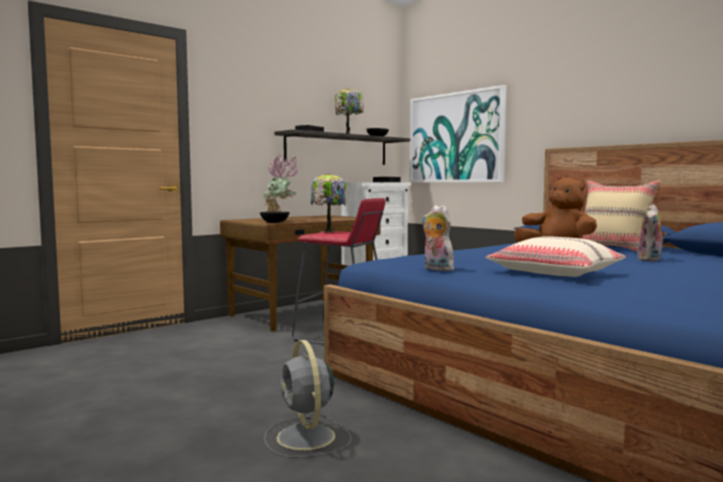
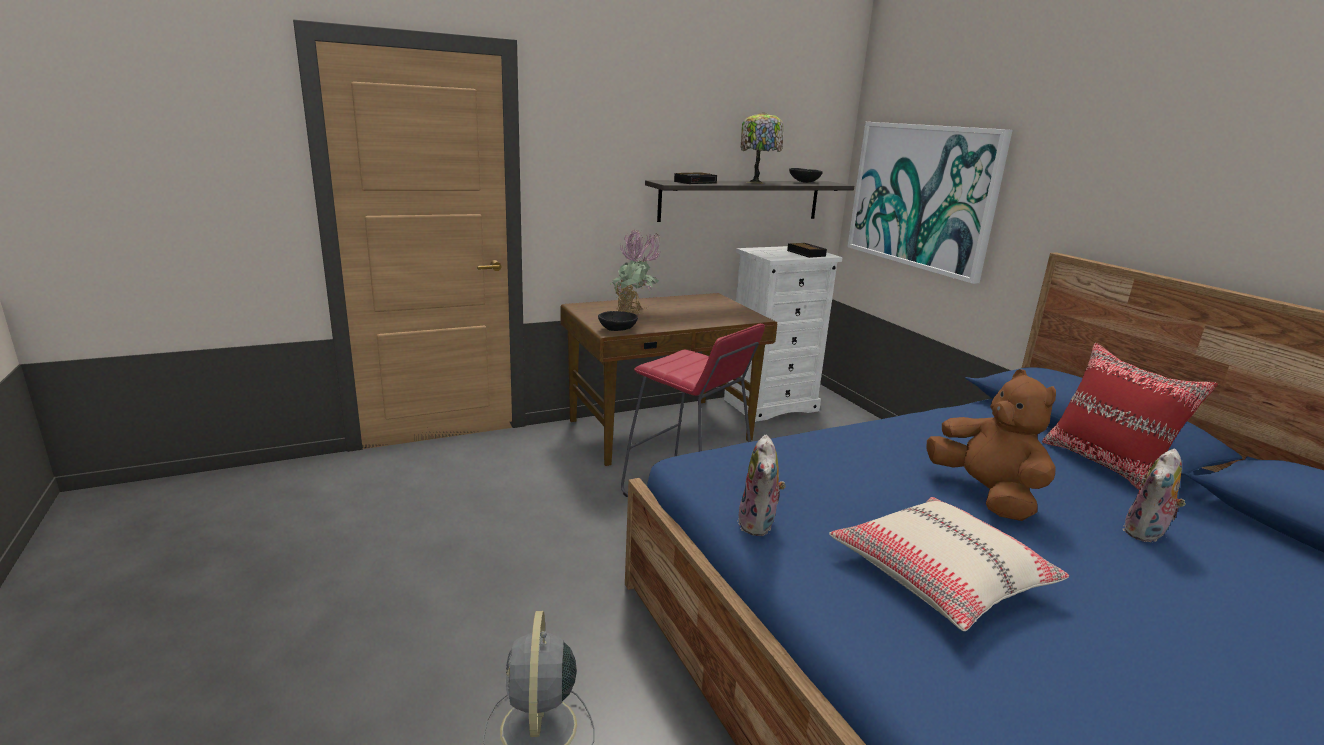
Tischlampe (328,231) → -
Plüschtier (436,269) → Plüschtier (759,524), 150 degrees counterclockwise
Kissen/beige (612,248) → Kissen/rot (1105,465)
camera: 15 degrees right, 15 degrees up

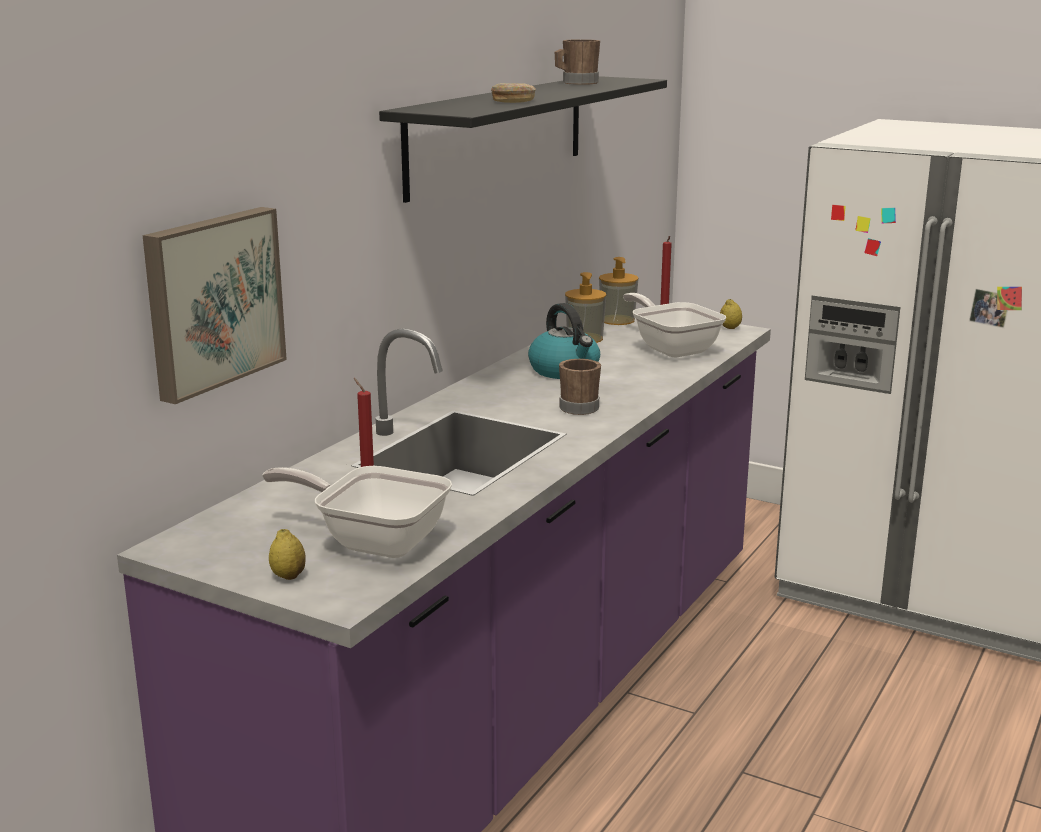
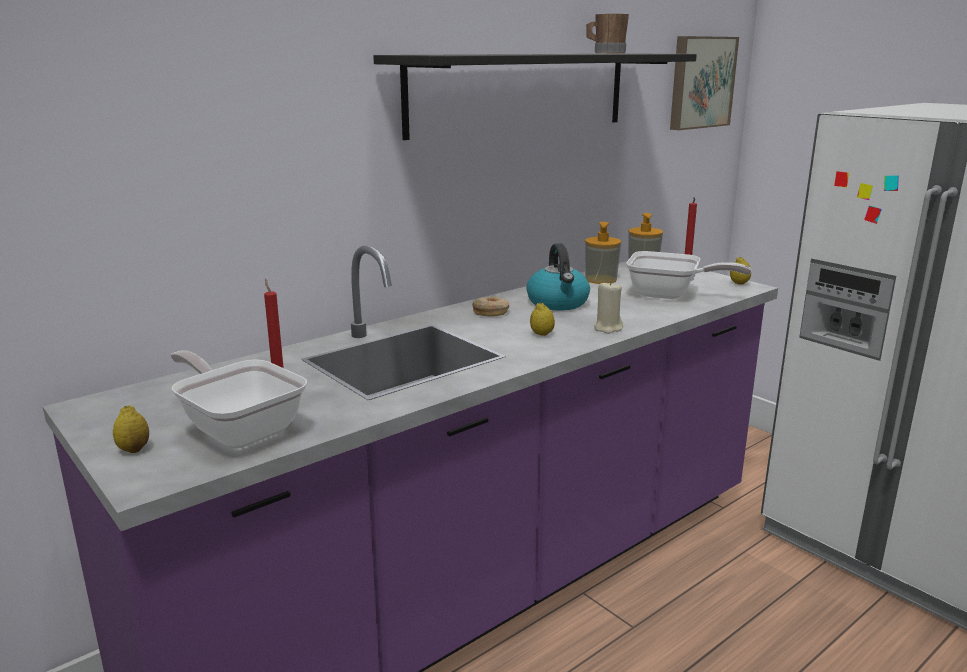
Bild (212,300) → Bild (700,82), relocated
Donut (513,101) → Donut (491,312), relocated
Henkelbecher/braun (580,406) → Zitrone (541,334)
Pfanne (672,348) → Pfanne (670,295), 120 degrees clockwise
- → Kerze/beige (608,328)
camera: 20 degrees right, 0 degrees up

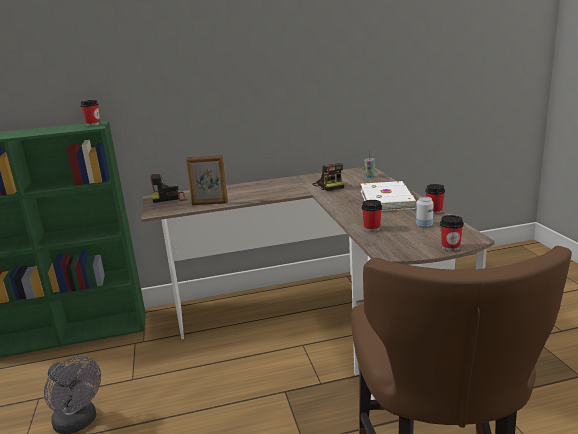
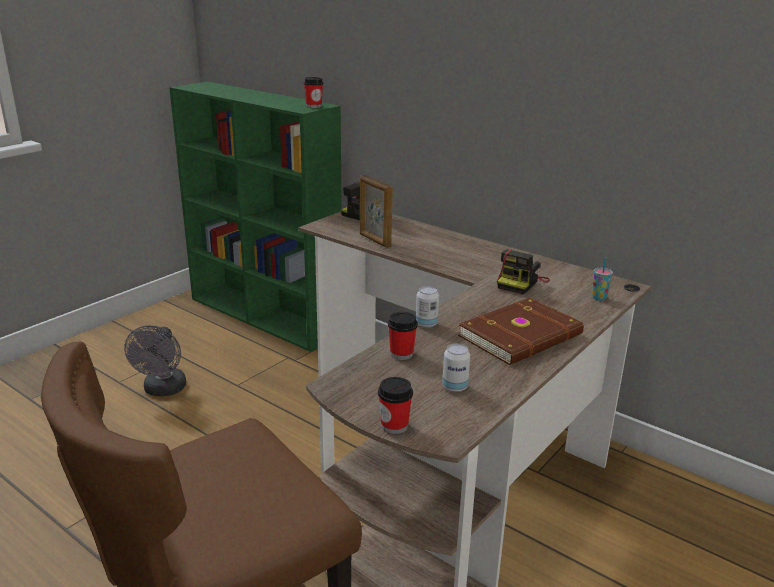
Buch/weiß (388,199) → Buch/braun (522,336)
Tasse (434,211) → -
- → Dose (426,324)
camera: 50 degrees right, 5 degrees up

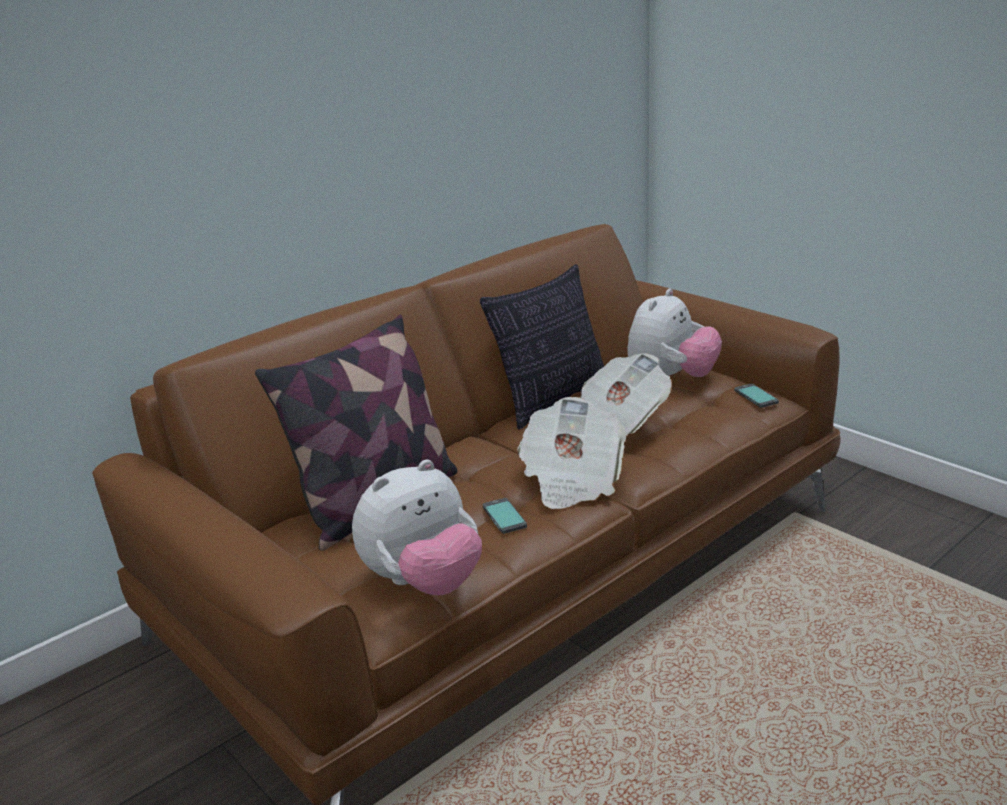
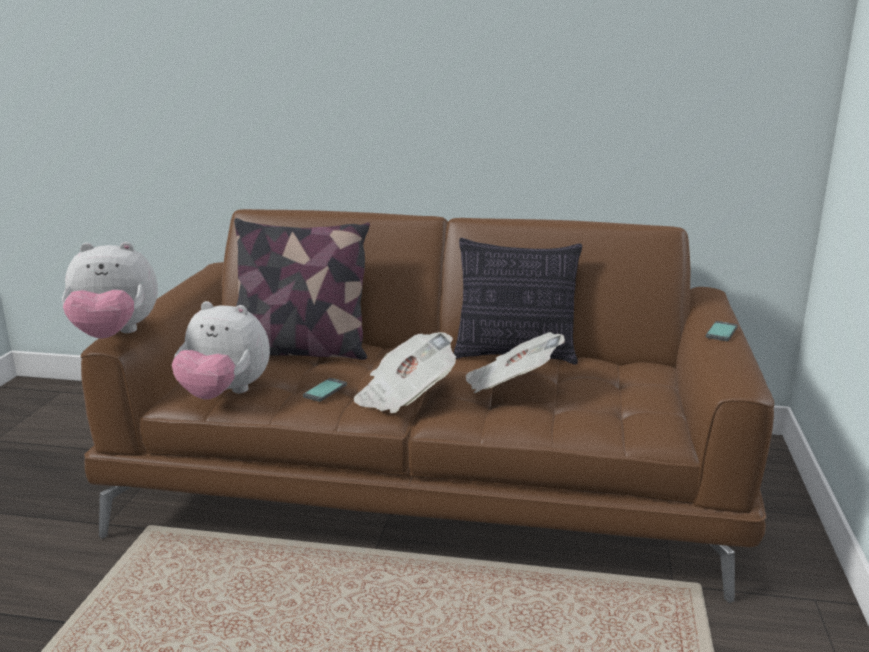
Plüschtier (671,379) → Plüschtier (114,336), relocated
Handy (755,396) → Handy (721,332), relocated
camera: 50 degrees right, 5 degrees down

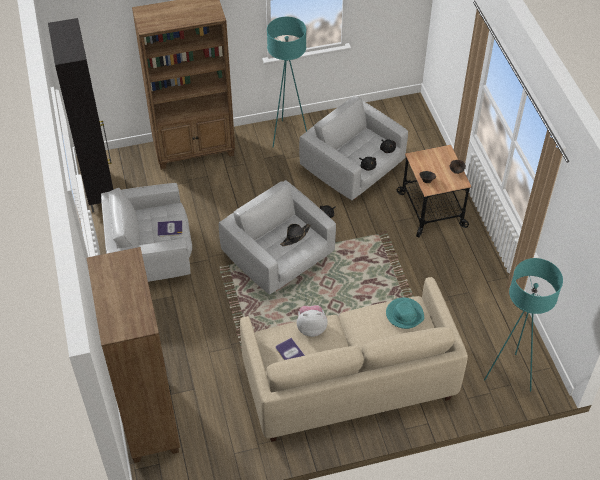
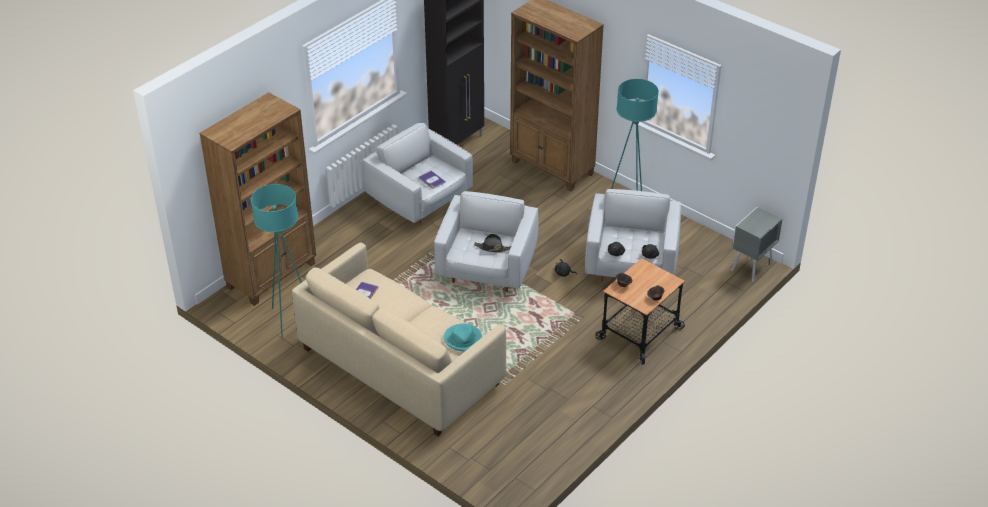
Plüschtier (311,328) → -
Stehlampe/türkis (509,375) → Stehlampe/türkis (289,320), relocated
- → Nachttisch/grau (750,267)
camera: 55 degrees right, 10 degrees down

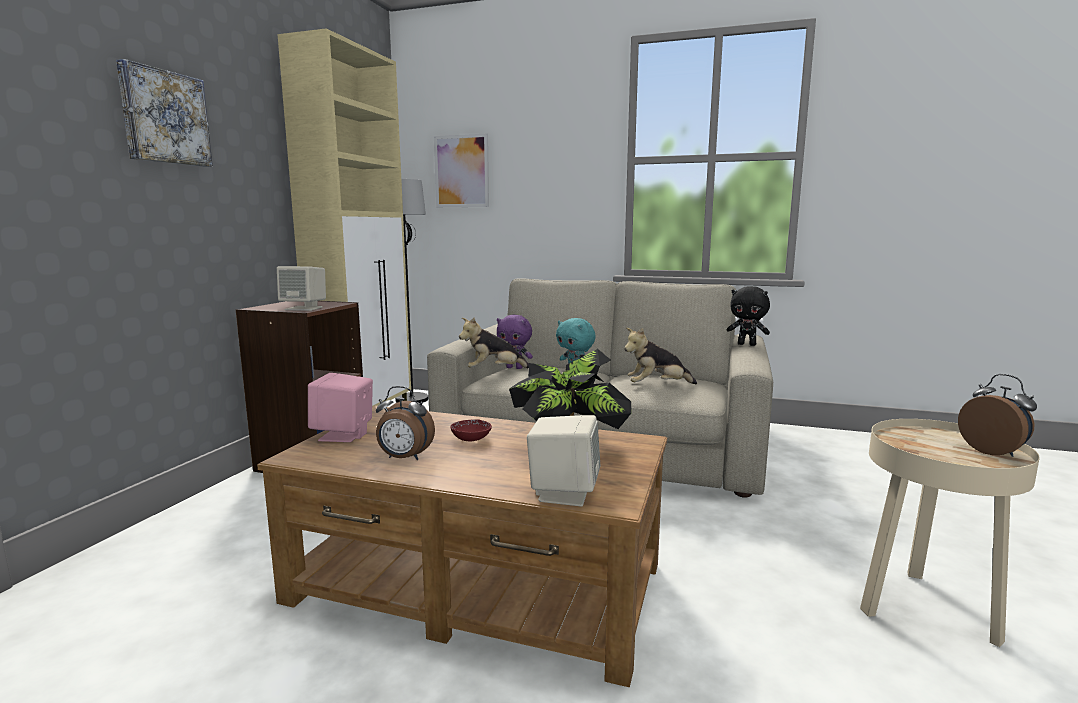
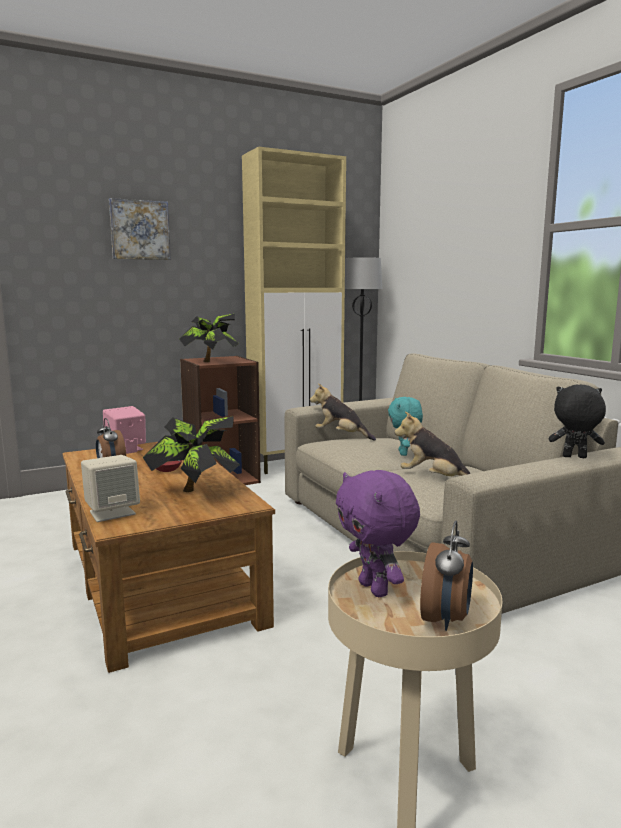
Lautsprecher/beige (304,308) → Topfpflanze (211,362)
Bild (461,171) → -
Plüschtier/lila (515,368) → Plüschtier/lila (375,589), relocated
Plüschtier/schwarz (747,344) → Plüschtier/schwarz (574,457), 120 degrees clockwise
camera: 45 degrees right, 0 degrees up

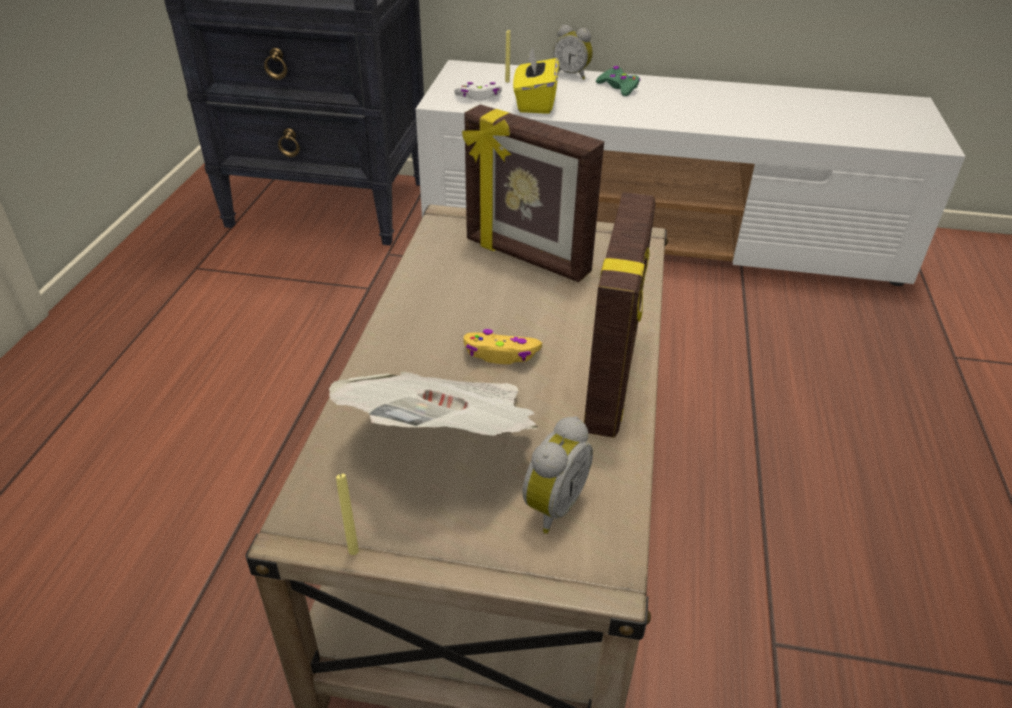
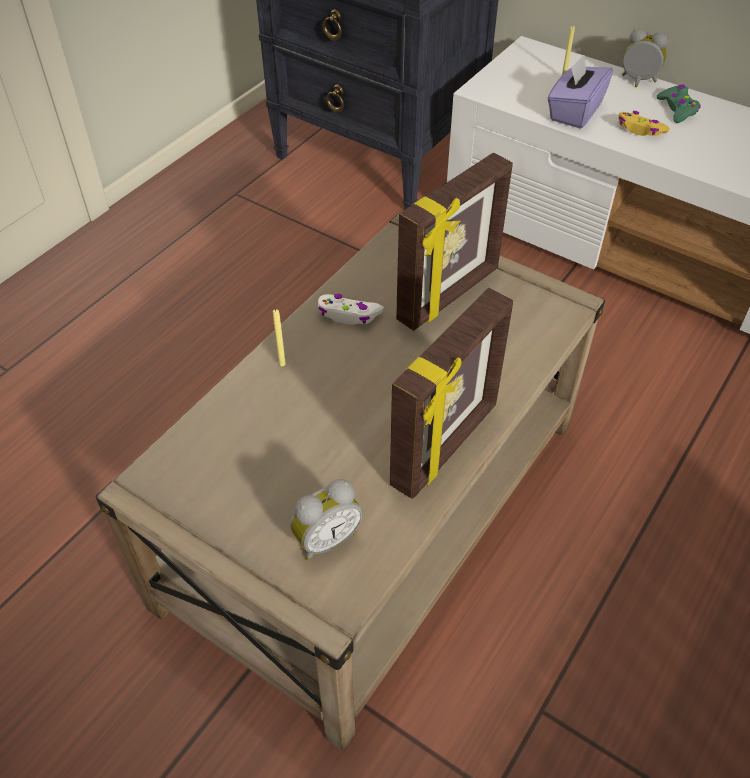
Zeitung (446,439) → -
Kerze/gelb (353,551) → Kerze/gelb (282,363), relocated
Gamepad/weiß (479,97) → Gamepad/weiß (348,315), relocated
Bilderrahmen (526,257) → Bilderrahmen (450,295), 105 degrees counterclockwise
Gamepad/gelb (501,354) → Gamepad/gelb (640,130), relocated
Taschentuchbox/gelb (535,103) → Taschentuchbox/lila (574,112)
Wecker (572,75) → Wecker (637,82), 150 degrees clockwise
camera: 25 degrees right, 10 degrees up

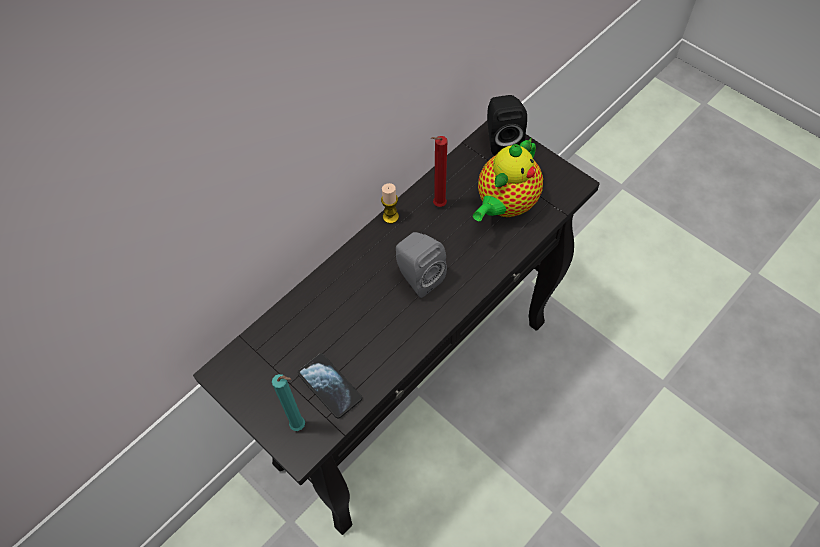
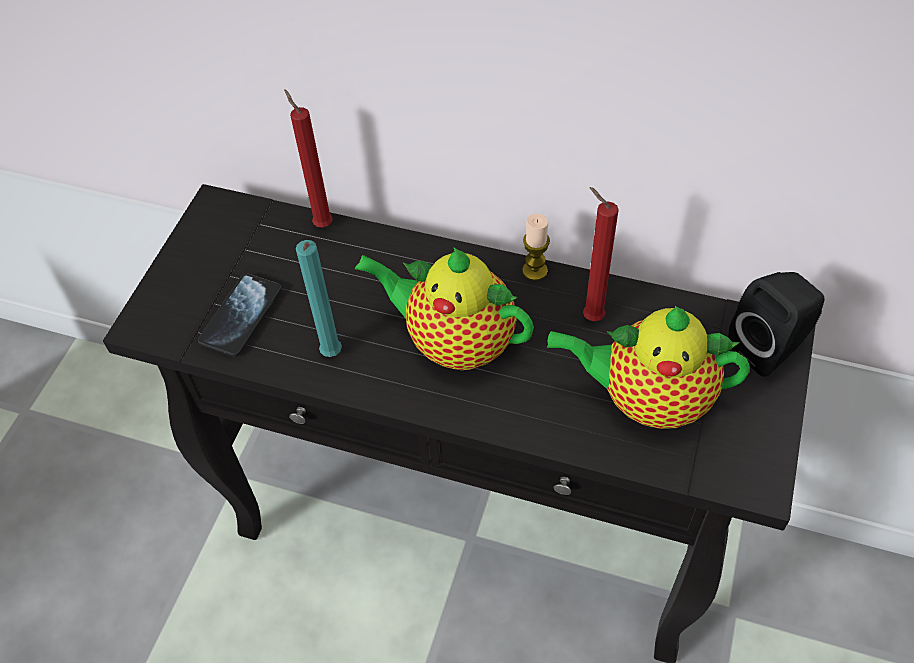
Kerze/türkis (300,426) → Kerze/türkis (331,356), relocated
Lautsprecher/grau (418,277) → Teekanne (454,342)
- → Kerze/rot (321,223)
camera: 65 degrees right, 5 degrees down

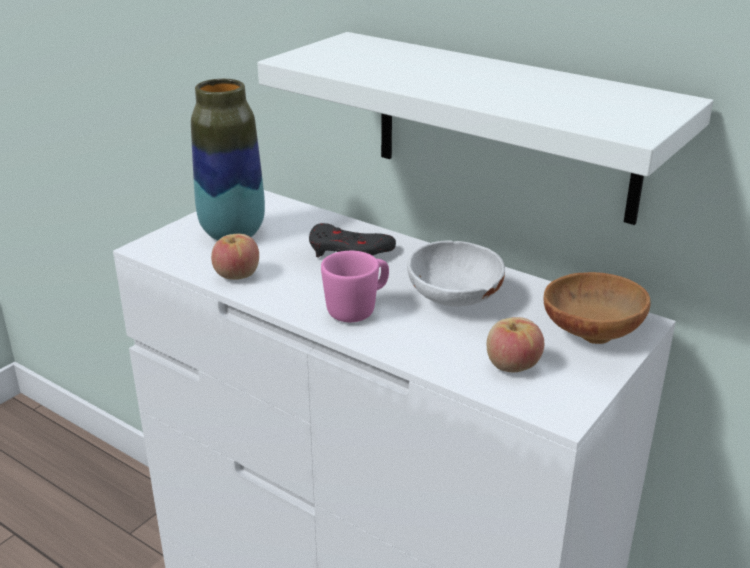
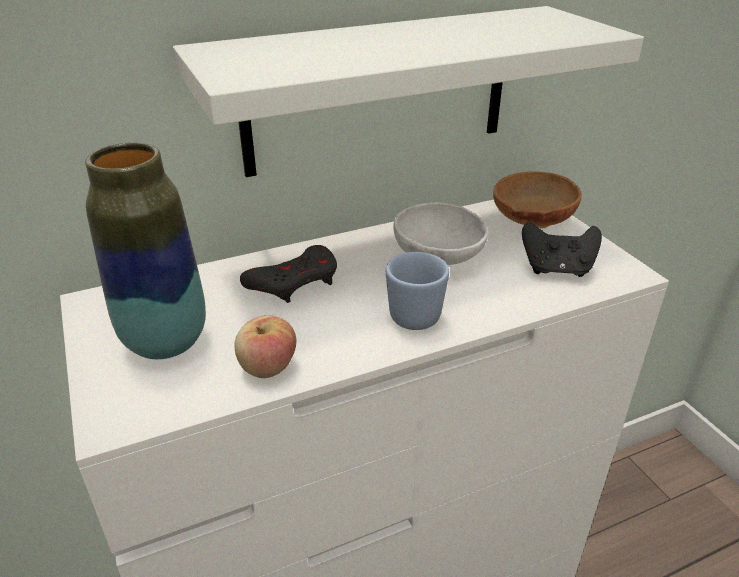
Henkelbecher/rosa (358,310) → Henkelbecher/blau (412,312)
Apfel (512,366) → Gamepad/schwarz (557,269)
camera: 60 degrees left, 5 degrees up

